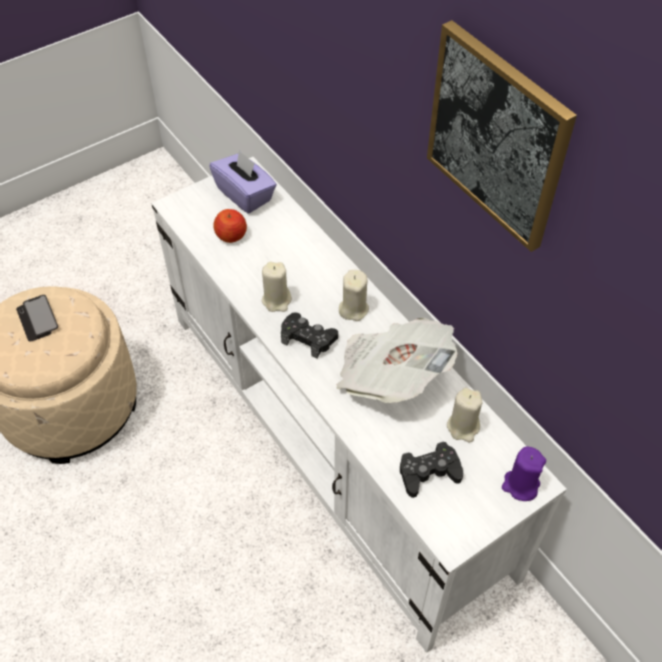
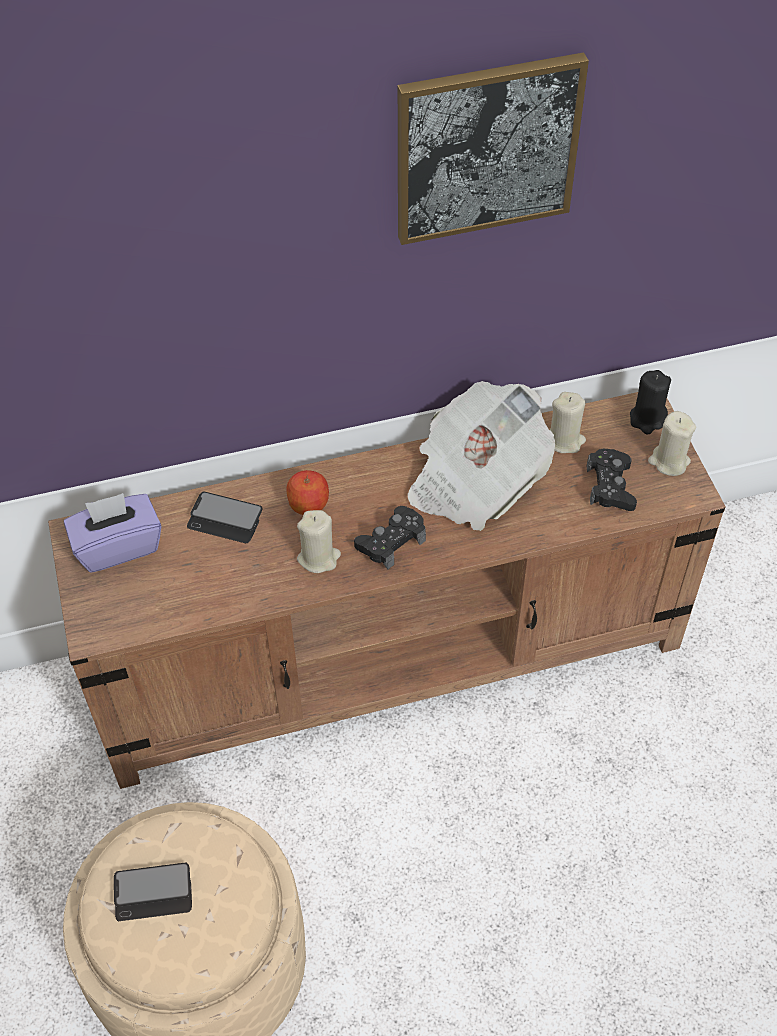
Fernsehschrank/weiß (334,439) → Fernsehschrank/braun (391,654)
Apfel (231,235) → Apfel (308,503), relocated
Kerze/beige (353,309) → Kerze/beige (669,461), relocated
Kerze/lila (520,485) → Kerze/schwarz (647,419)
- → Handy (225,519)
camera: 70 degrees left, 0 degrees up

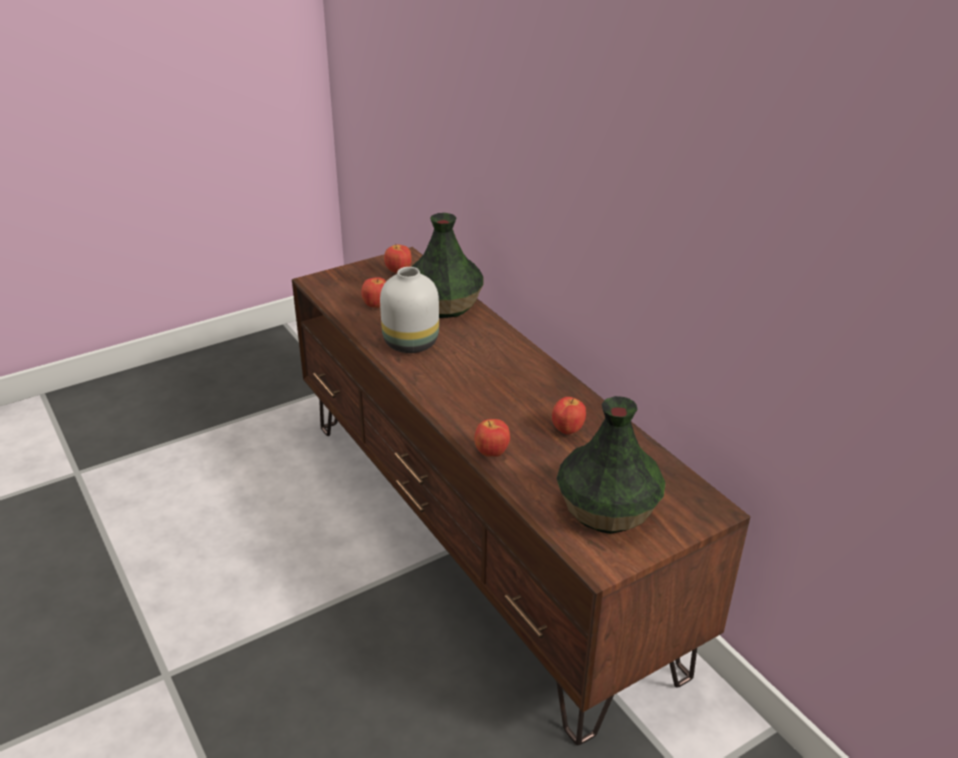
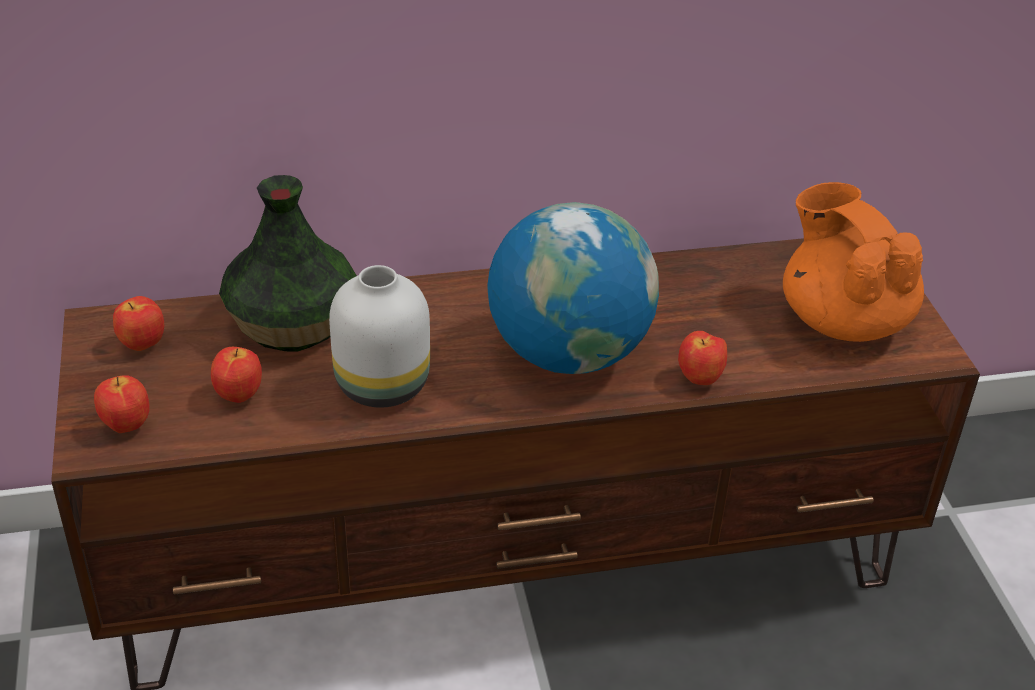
Apfel (567,430) → Apfel (125,425), relocated
Vase (608,509) → Teekanne/orange (842,319)
- → Globus (569,353)
camera: 70 degrees left, 5 degrees up

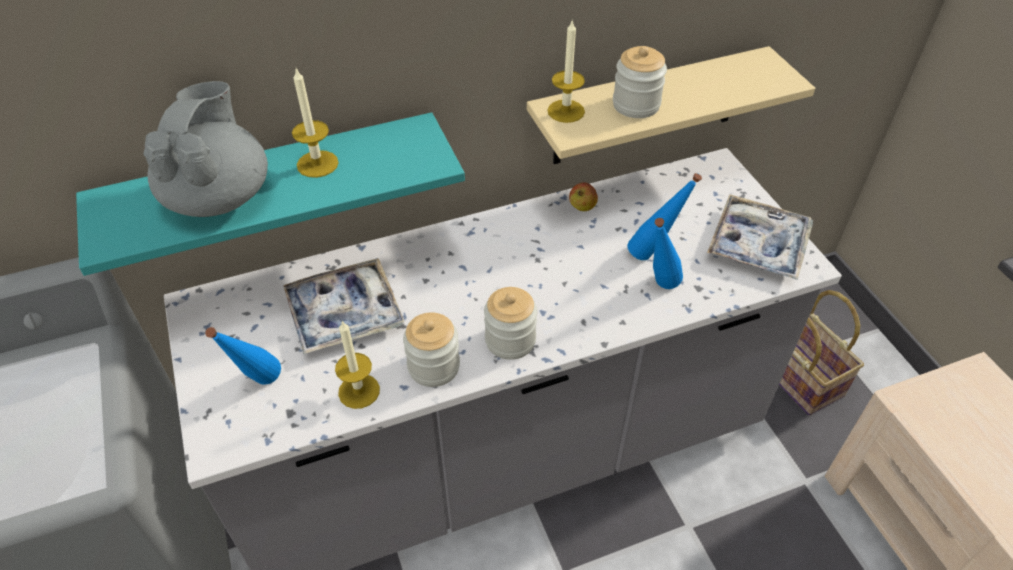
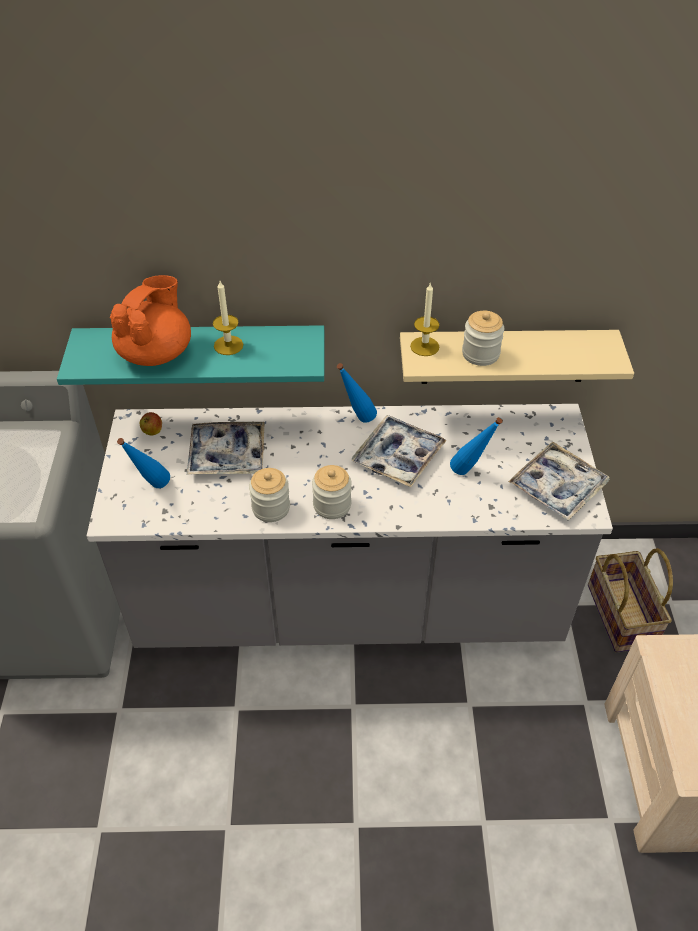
Teekanne/grau (219,196) → Teekanne/orange (156,353)
Kerze (359,391) → -
Apfel (582,207) → Apfel (152,431), relocated
Flasche/blau (658,289) → Flasche/blau (356,420), relocated
- → Tablett (398,456)
camera: 20 degrees right, 0 degrees up

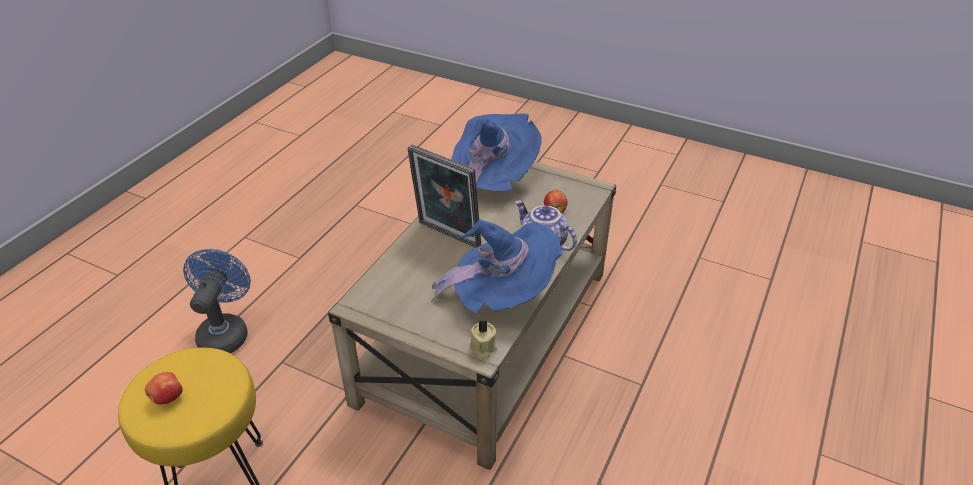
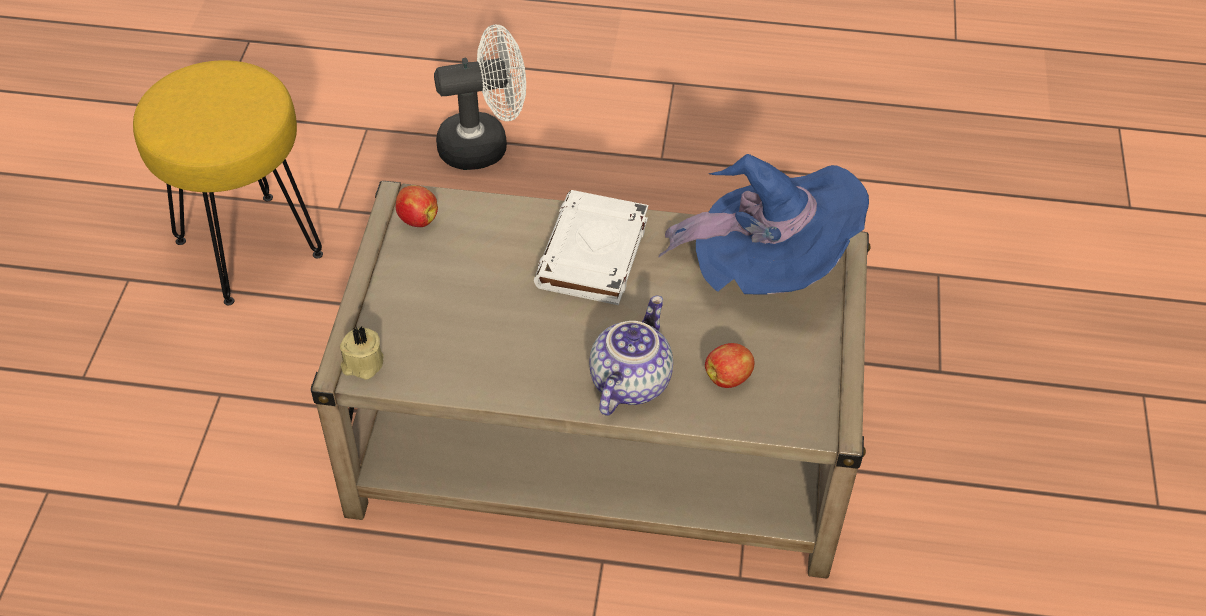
Apfel (167,398) → Apfel (417,219), relocated
Ventilator/blau (225,331) → Ventilator/weiß (484,144)
Bilderrahmen (446,236) → Buch/weiß (593,255)
Hut/blau (502,295) → -
camera: 70 degrees right, 10 degrees up

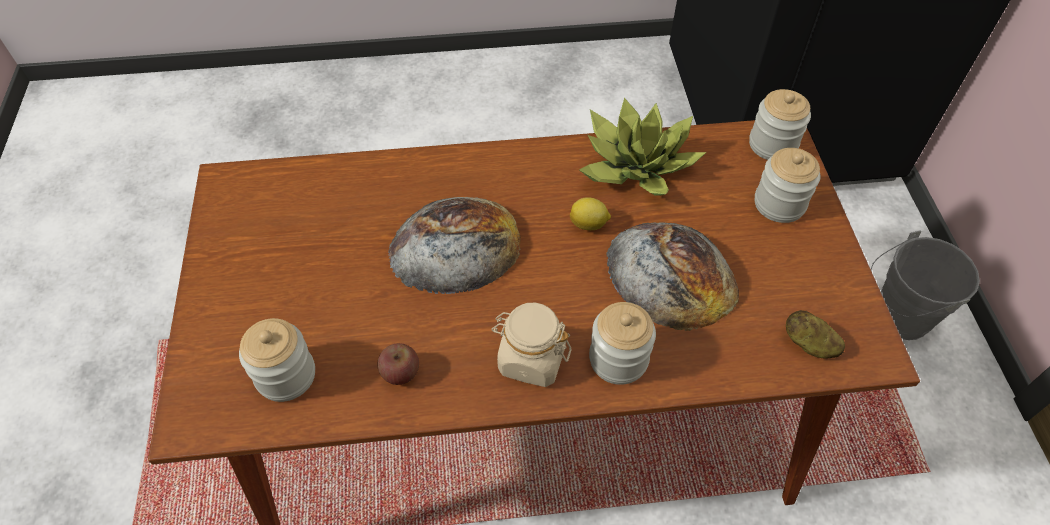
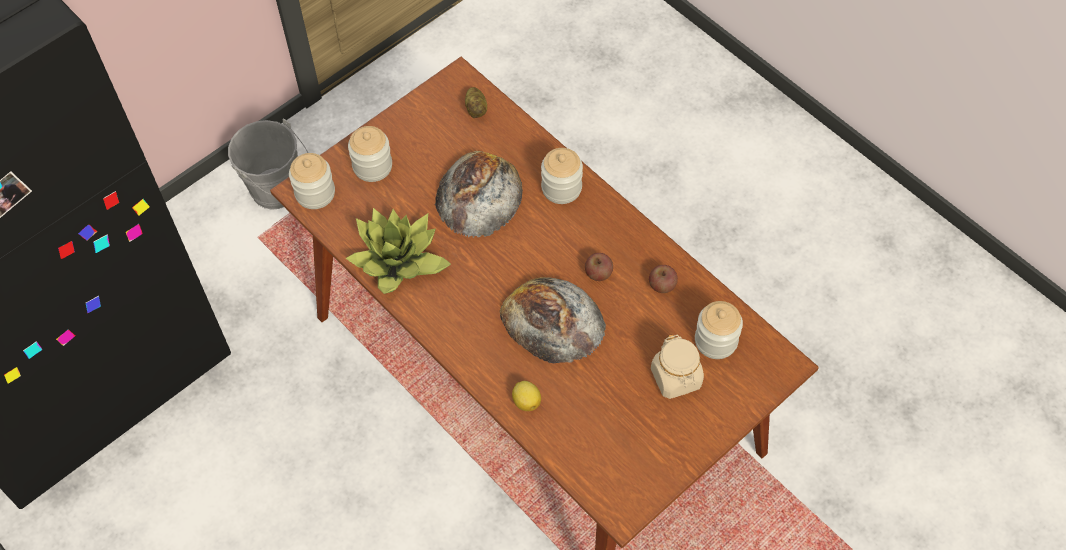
Vorratsglas/beige (531,359) → Vorratsglas/beige (676,378), relocated
Zitrone (589,224) → Zitrone (526,401), relocated
- → Apfel (598,273)
camera: 125 degrees left, 5 degrees up

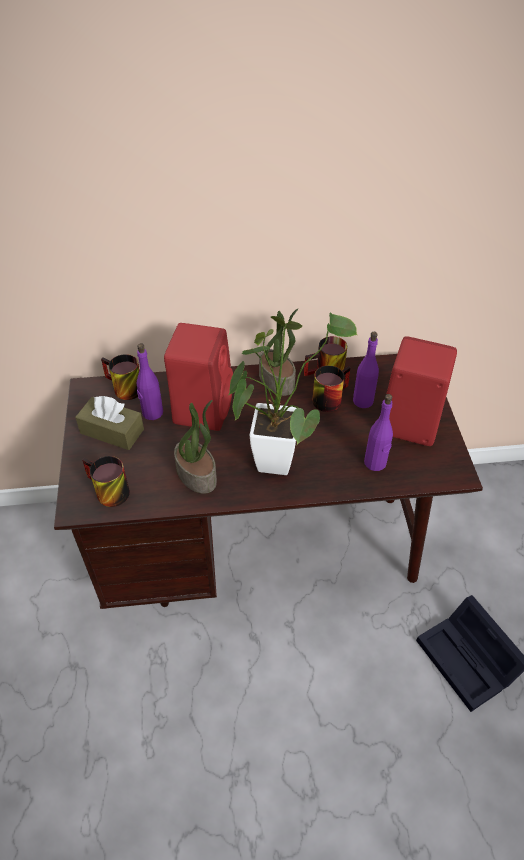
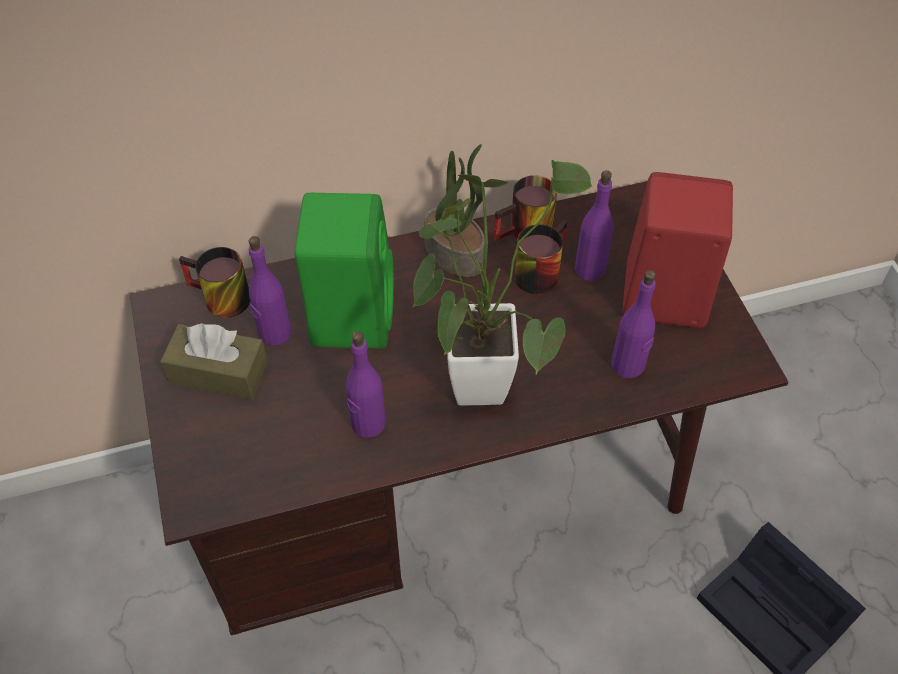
Henkelbecher (106,492) → -
Lautsprecher/rot (203,407) → Lautsprecher/grün (351,313)
Topfpflanze (197,474) → Flasche/lila (367,423)
camera: 10 degrees left, 5 degrees up

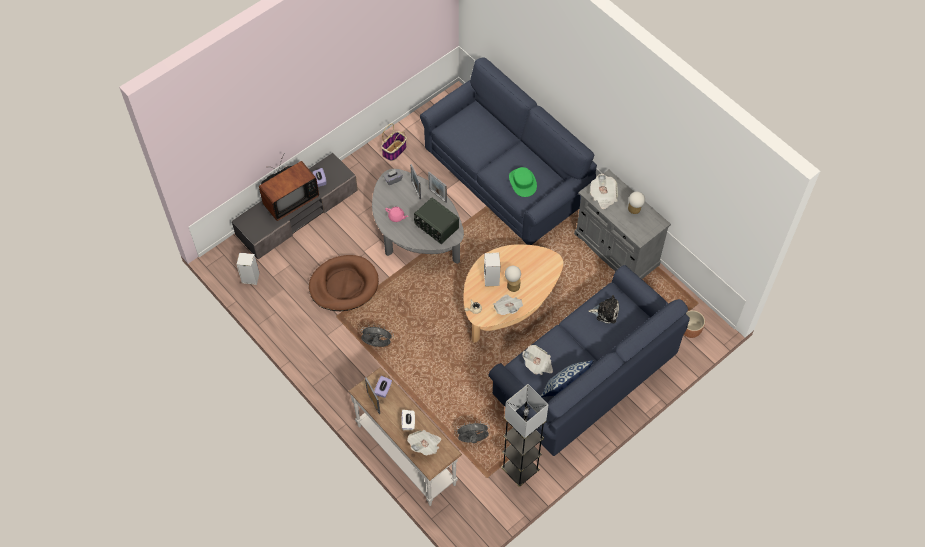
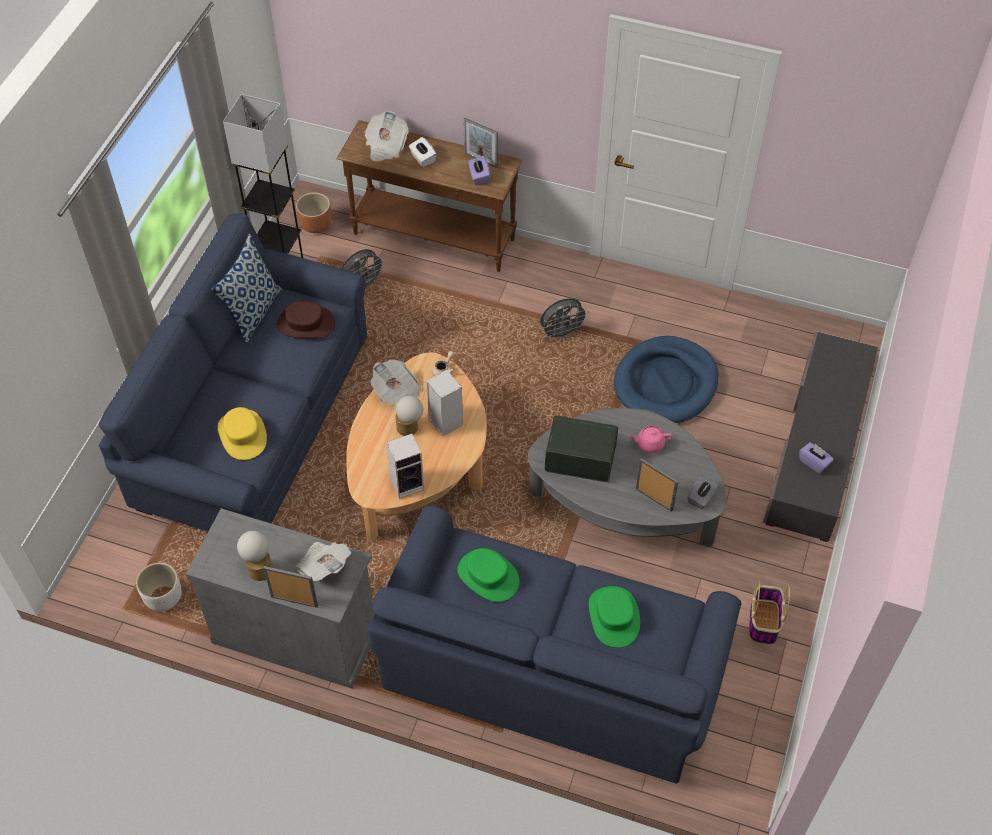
Lautsprecher (249,278) → Lautsprecher (408,483), relocated
Fernseher (288,199) → -
Hundebett/braun (344,285) → Hundebett/blau (666,383)
Konsolentisch/weiß (407,454) → Konsolentisch/braun (433,238)
Bilderrahmen (437,195) → Bilderrahmen (294,601), relocated
Zeitung (538,364) → Hut/braun (306,324)
Plüschtier (605,312) → Hut/gelb (243,434)
Pflanzkübel/braun (690,330) → Pflanzkübel/braun (315,225), relocated
- → Pflanzkübel/weiß (163,597)
- → Hut/grün (614,616)
camera: 150 degrees right, 5 degrees down

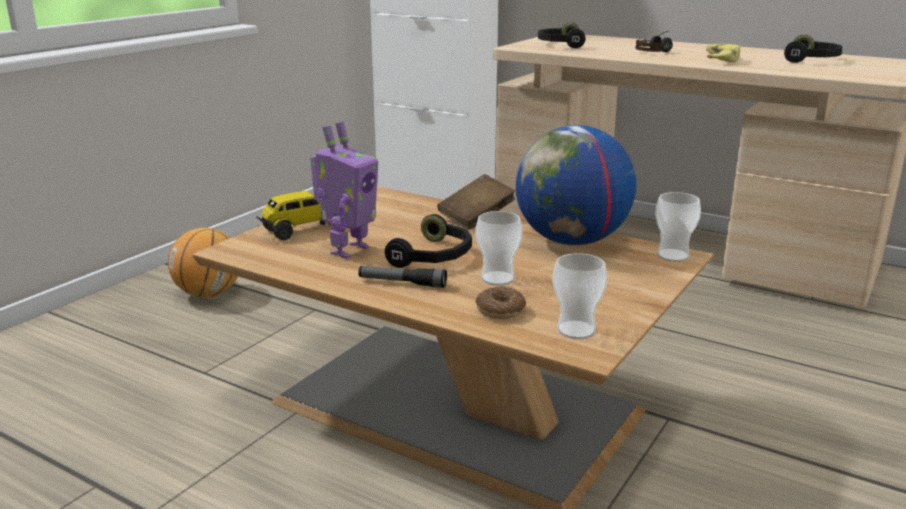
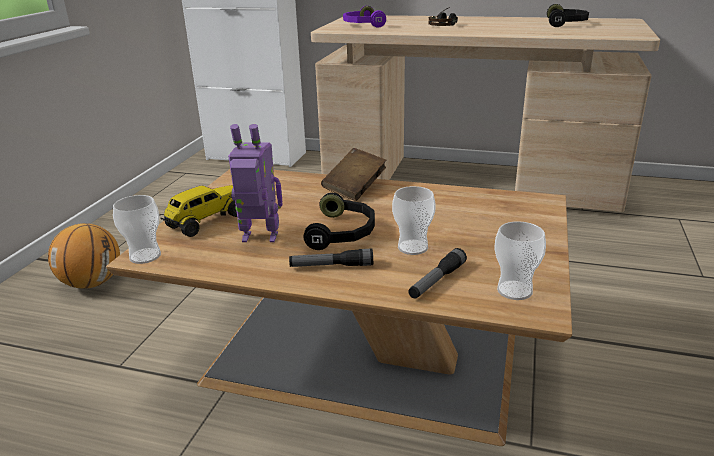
Spielzeugroboter (347,250) → Spielzeugroboter (259,238), 105 degrees counterclockwise
Donut (500,310) → Taschenlampe (437,281)
Globus (572,241) → -
Kopfhörer/schwarz (559,44) → Kopfhörer/lila (362,25)
Tasse (673,256) → Tasse (145,256), relocated
Banane (718,60) → -
camera: 15 degrees left, 5 degrees up

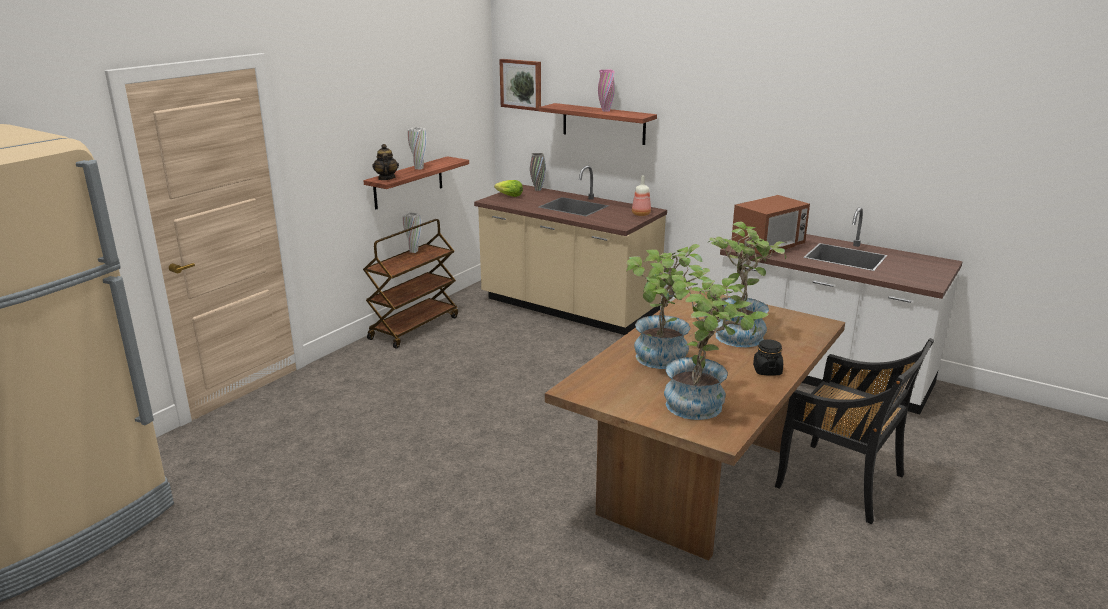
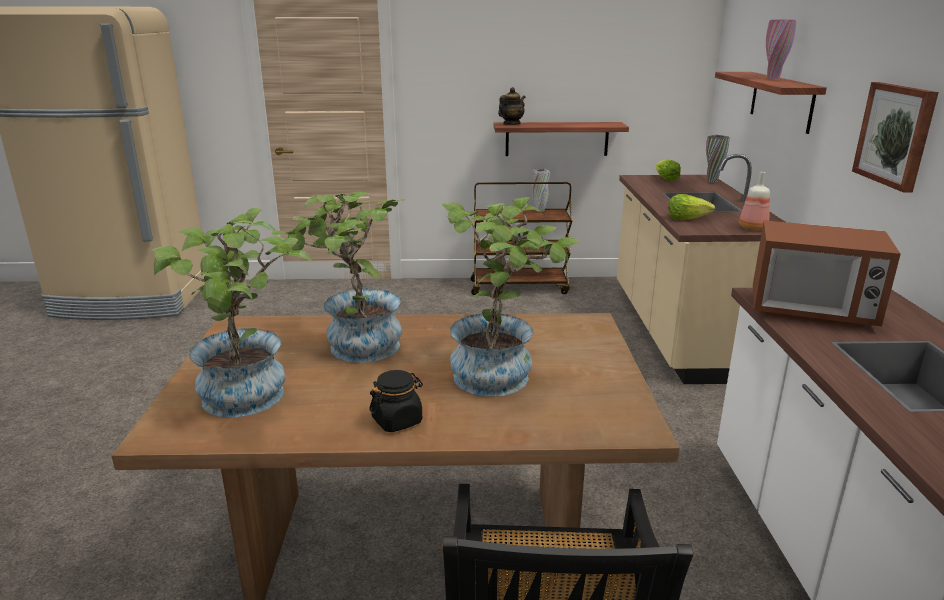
Vase/weiß (419,168) → -
Bild (521,84) → Bild (895,135), relocated
- → Salatkopf (687,218)
camera: 55 degrees right, 0 degrees up

